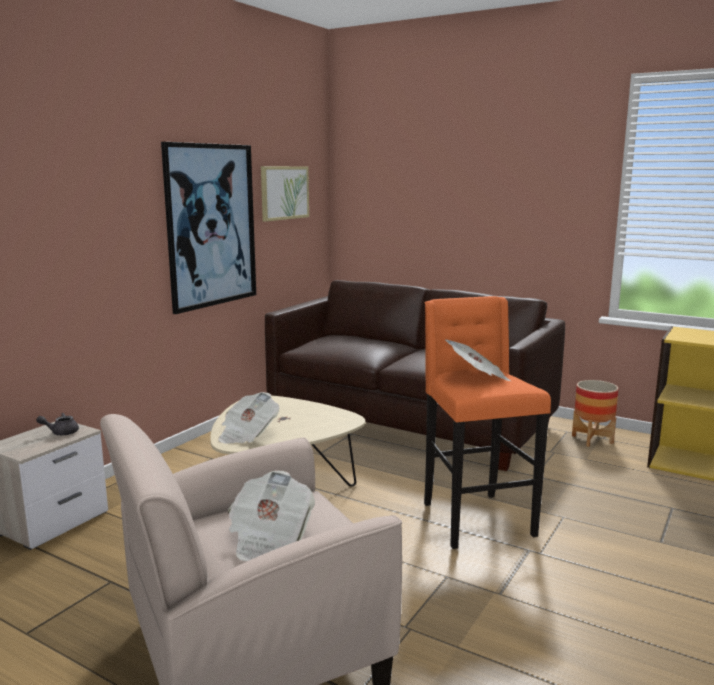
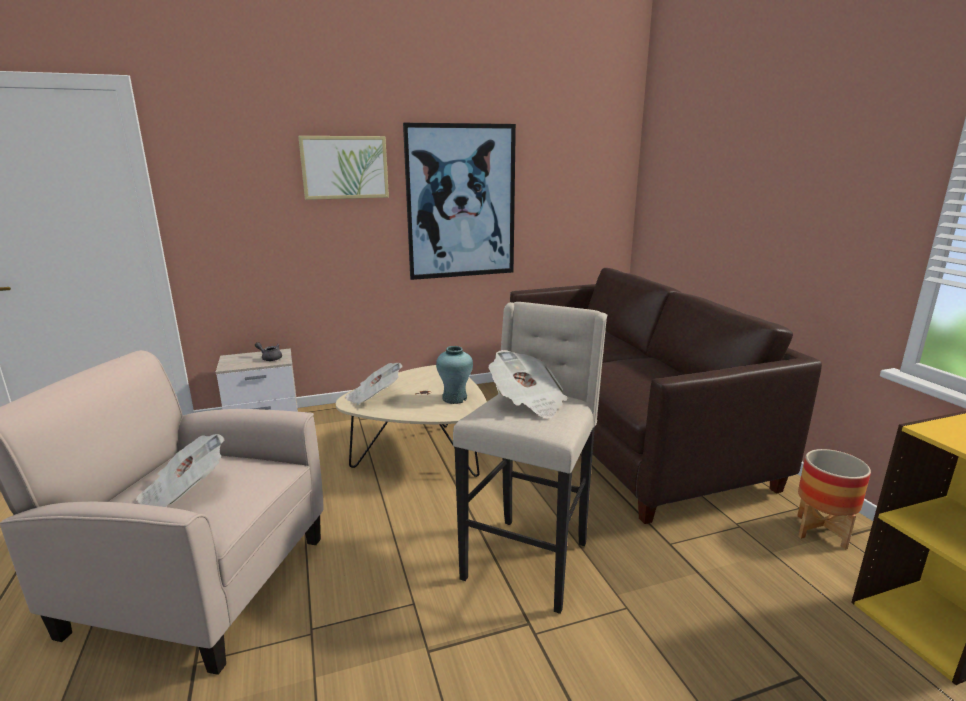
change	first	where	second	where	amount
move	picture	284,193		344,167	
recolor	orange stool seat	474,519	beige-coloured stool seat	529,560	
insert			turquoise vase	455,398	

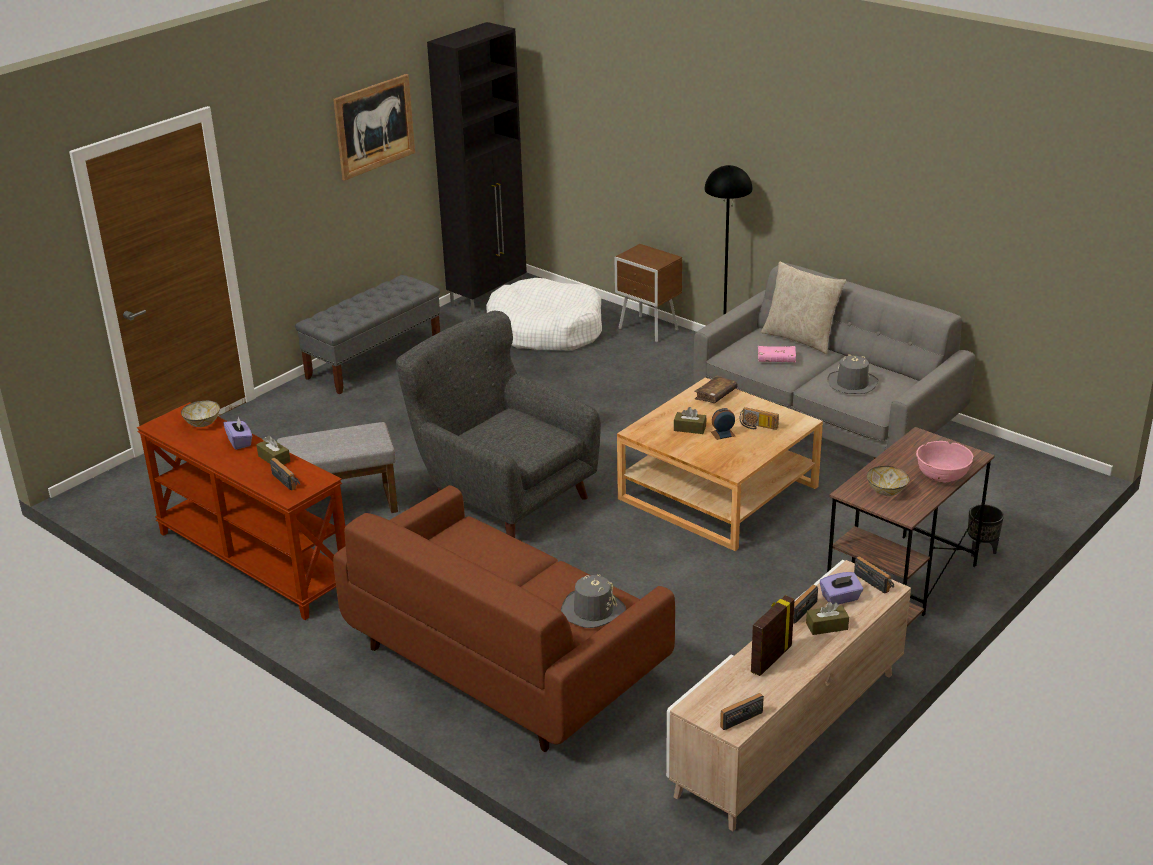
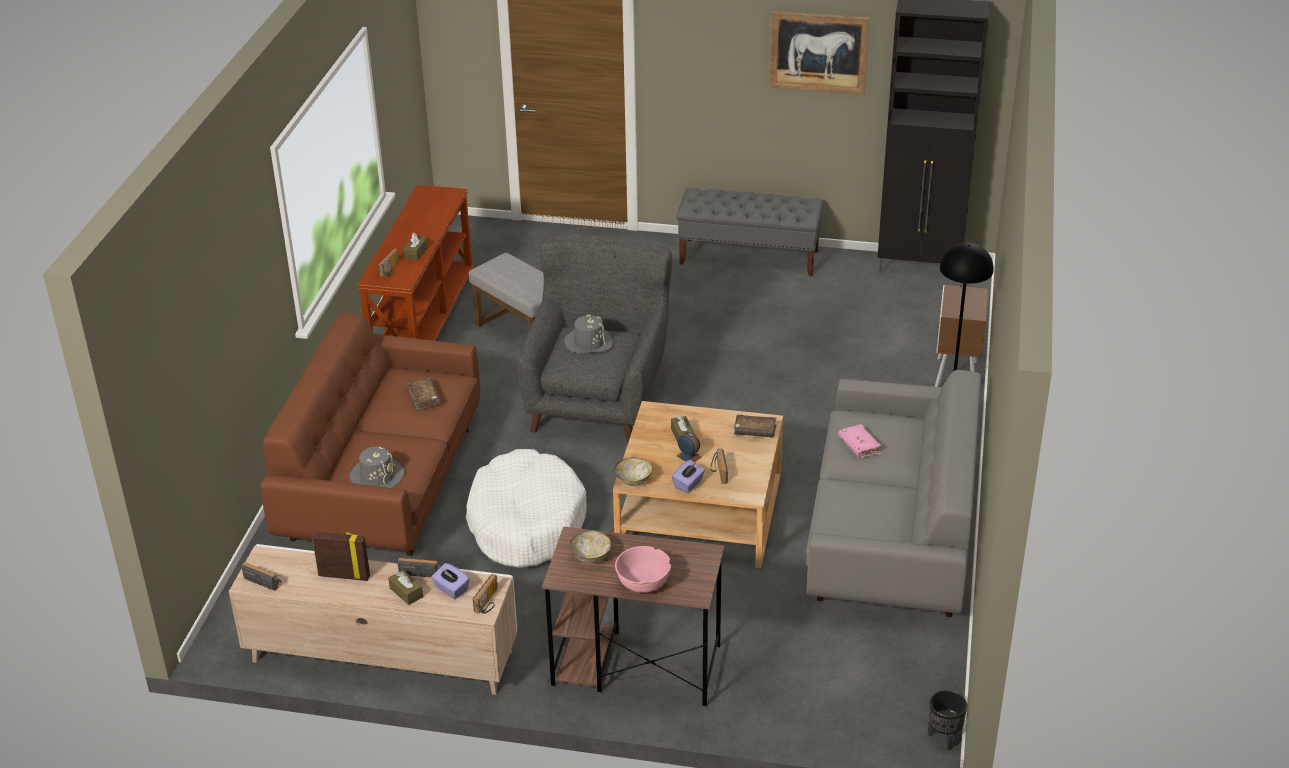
change	first	where	second	where	amount
move	serving bowl	202,423		633,480	
move	purple-coloured box of tissues	240,442		688,484	
move	white dog bed	545,330		526,523	
delete	beige-coloured throw pillow	800,339			
move	gray clothing hat	852,384		588,342	
move	blackish planter	981,551		944,738	
insert			brownish bound book	424,398	

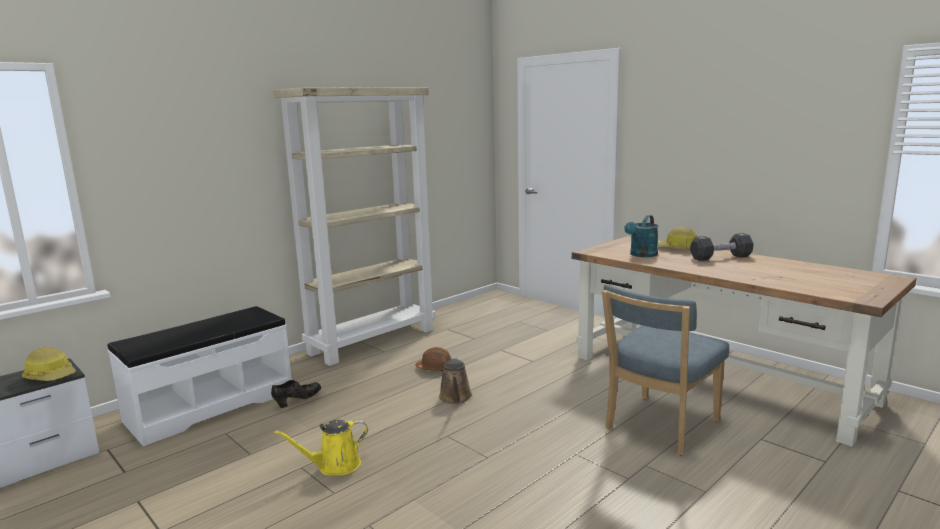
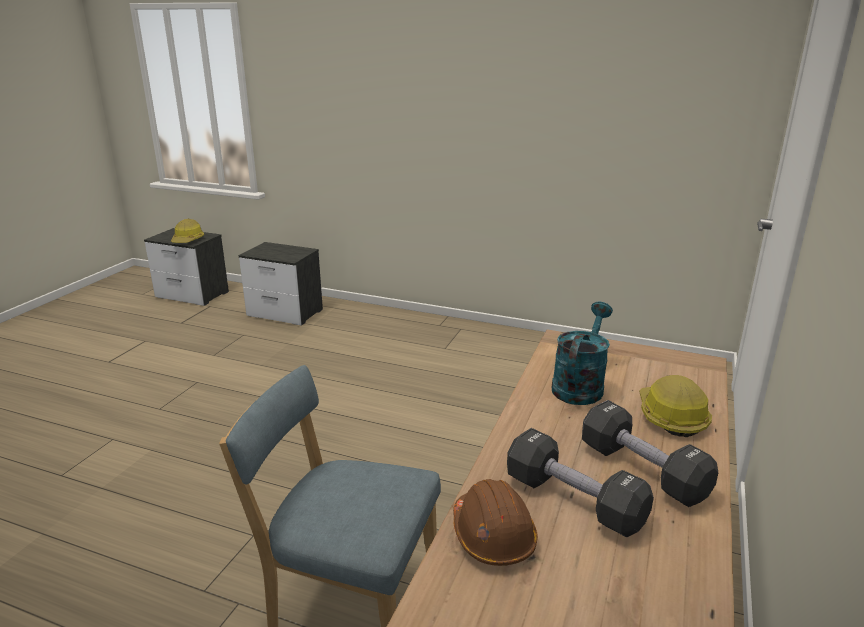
change	first	where	second	where	amount
replace	white indoor bench	210,406	bedside table	286,313	
delete	blackish item of footwear	298,401			
delete	beige-coloured bookcase	373,340			
delete	yellow watering can	334,466			
move	brownish hard hat	435,368		492,535	
delete	brownish watering can	455,398			
rotate	turquoise watering can	641,255		580,385	105 degrees clockwise
insert			blackish hand weight	574,501	

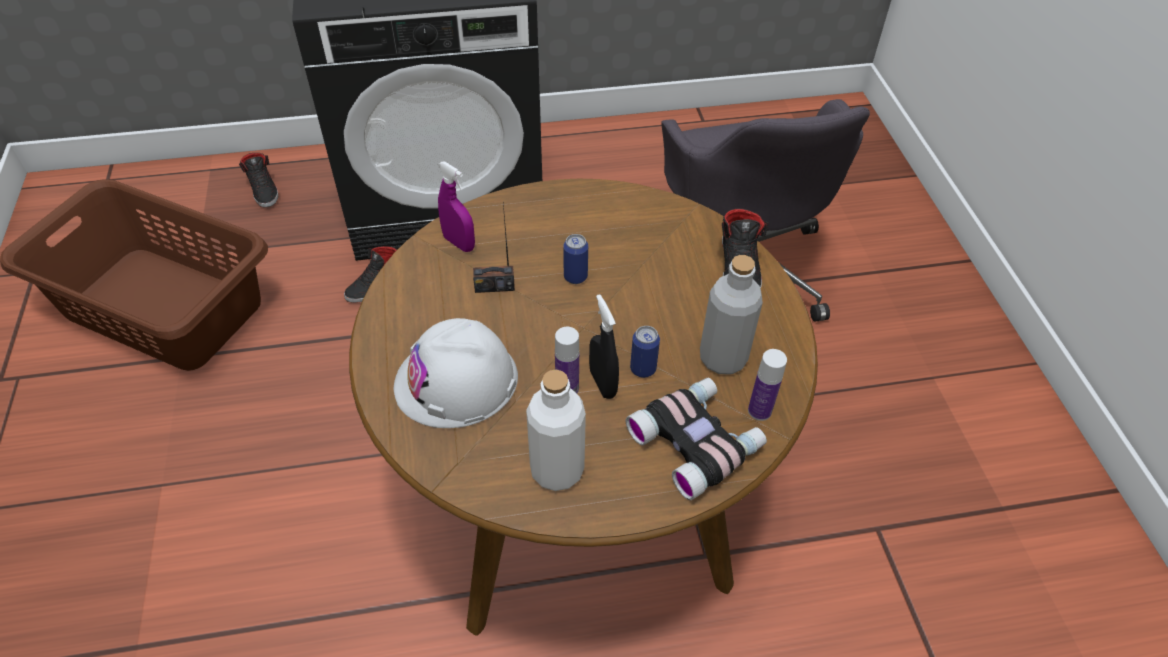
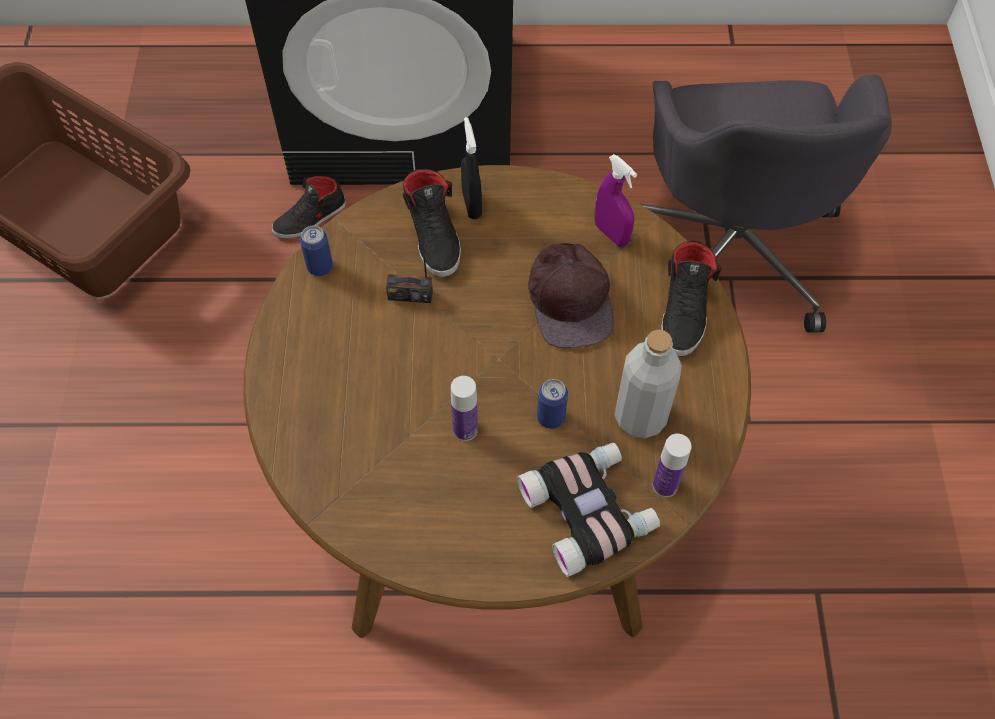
change	first	where	second	where	amount
move	blackish item of footwear	264,189		434,235	
delete	white hard hat	457,381			
move	purple-coloured spray bottle	459,243		611,234	
delete	white beverage bottle	557,470			
move	can	575,277		320,267	
move	blackish spray bottle	602,383		471,204	
insert			brownish baseball cap	570,298	

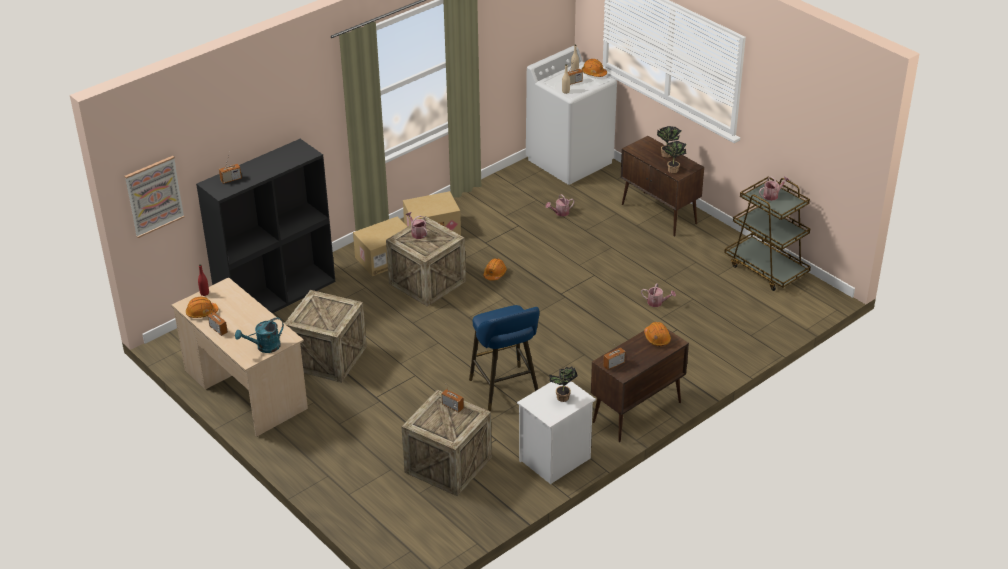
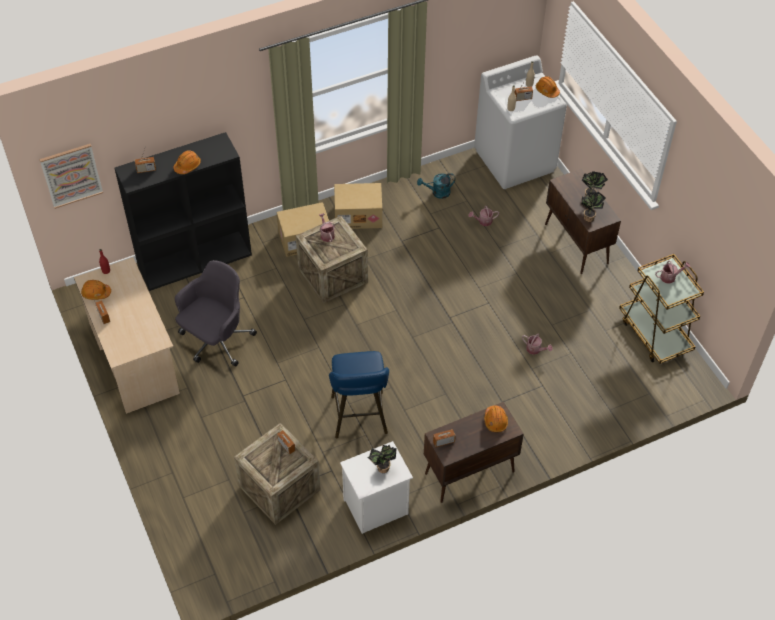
change	first	where	second	where	amount
move	turquoise watering can	264,347		437,193	
replace	shipping crate	328,358	gray desk chair	216,341	
move	orange hard hat	495,274		187,166	

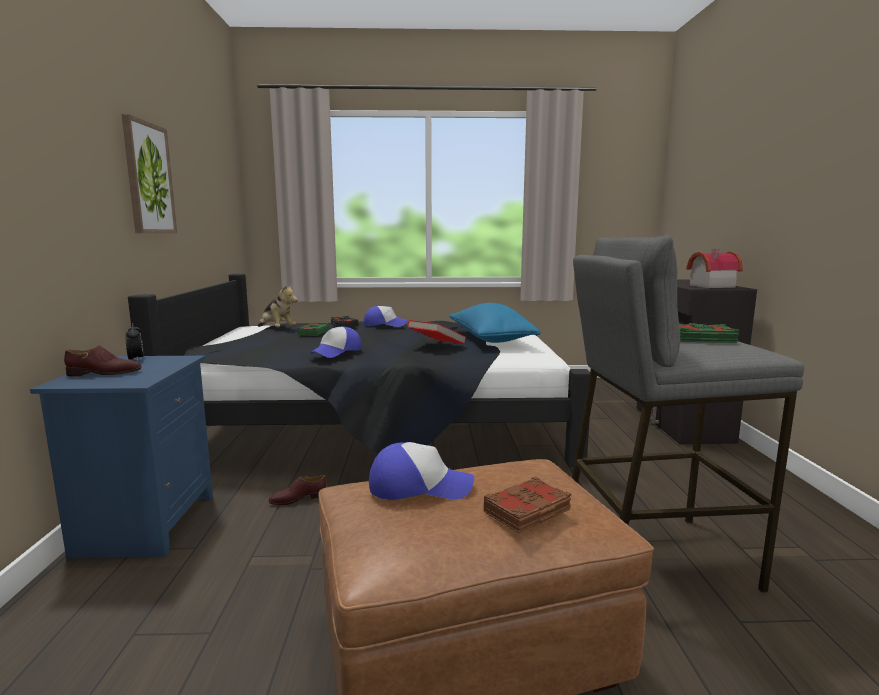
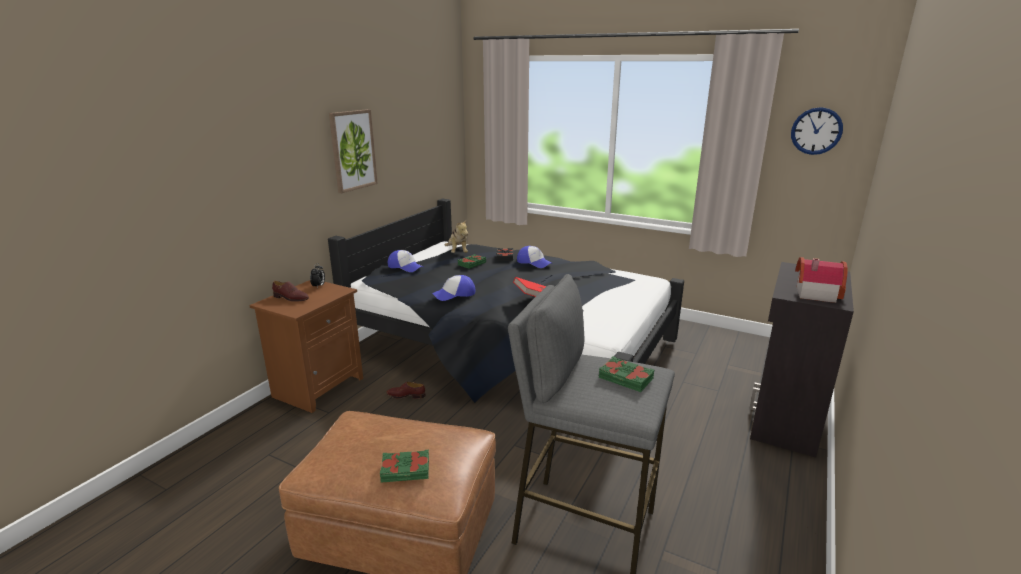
change	first	where	second	where	amount
recolor	bluish bedside table	145,523	brownish bedside table	318,386	
move	baseball cap	419,487		405,267	
delete	bluish throw pillow	490,340			
recolor	brownish bound book	528,511	green bound book	405,470	
insert			wall clock	816,131	

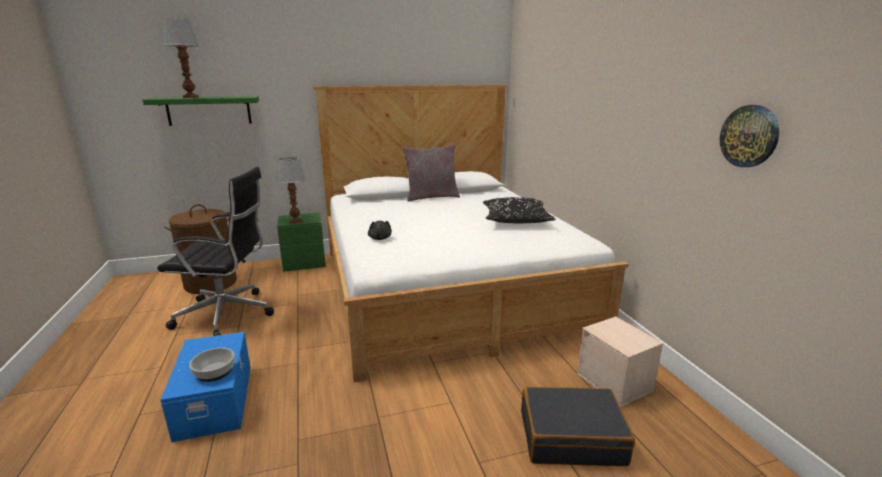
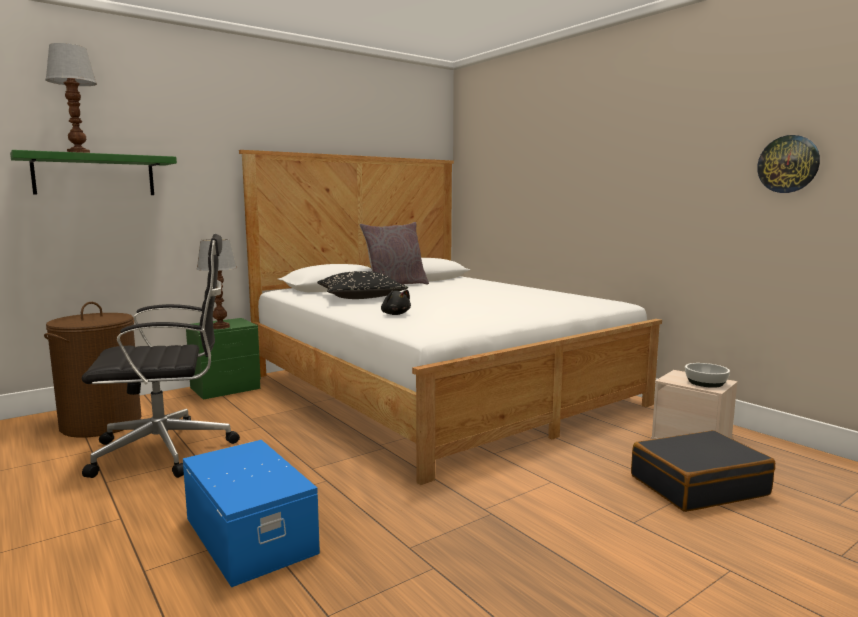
change	first	where	second	where	amount
move	serving bowl	215,371		705,382	
move	blackish throw pillow	515,220		360,297	

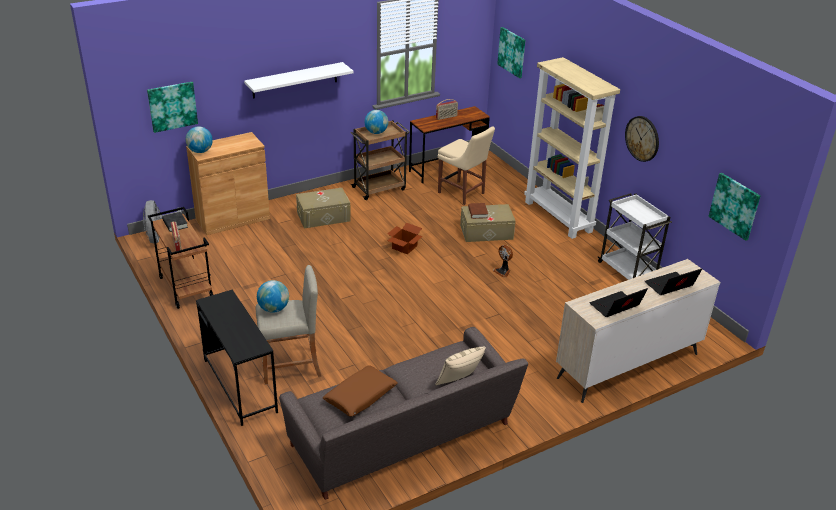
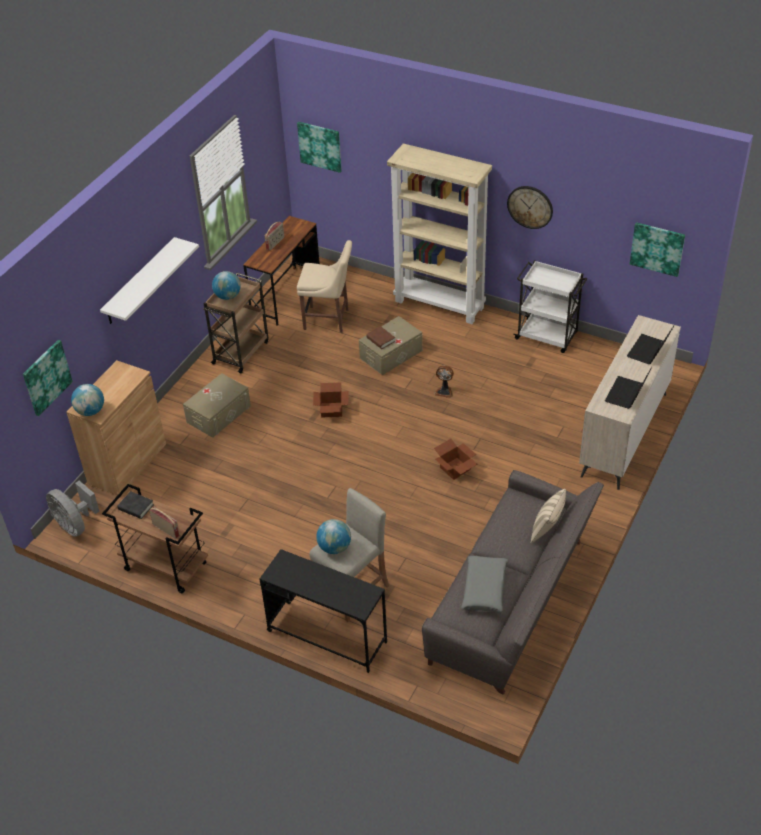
change	first	where	second	where	amount
recolor	brownish throw pillow	360,396	gray throw pillow	485,588	
insert			packing box	455,469	

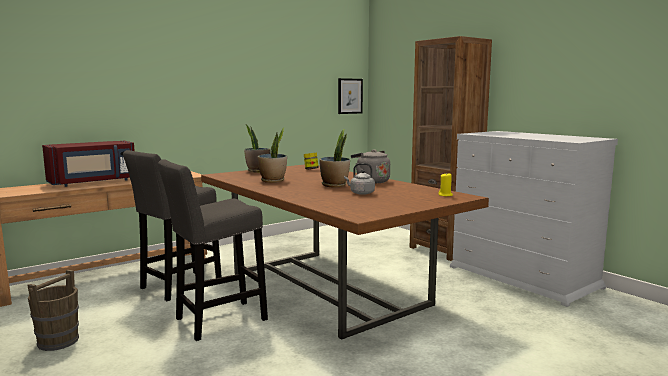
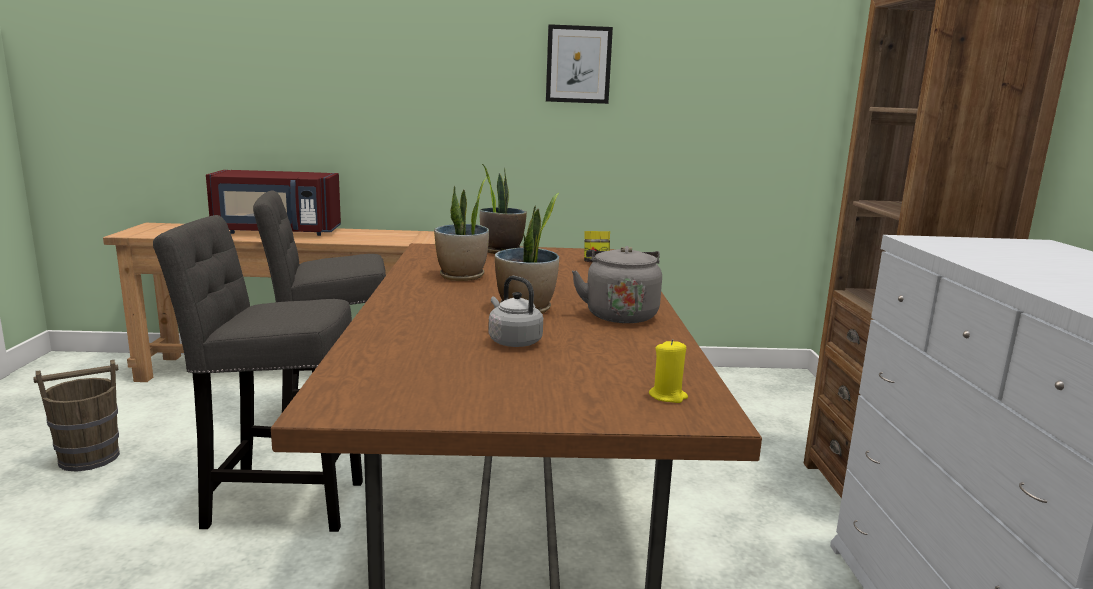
change	first	where	second	where	amount
move	picture	350,96		578,64	

